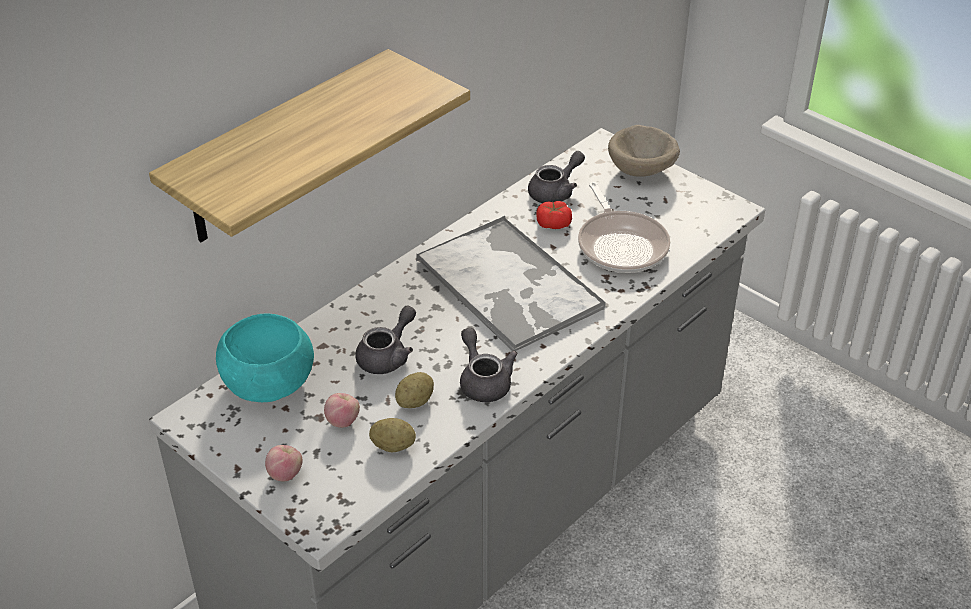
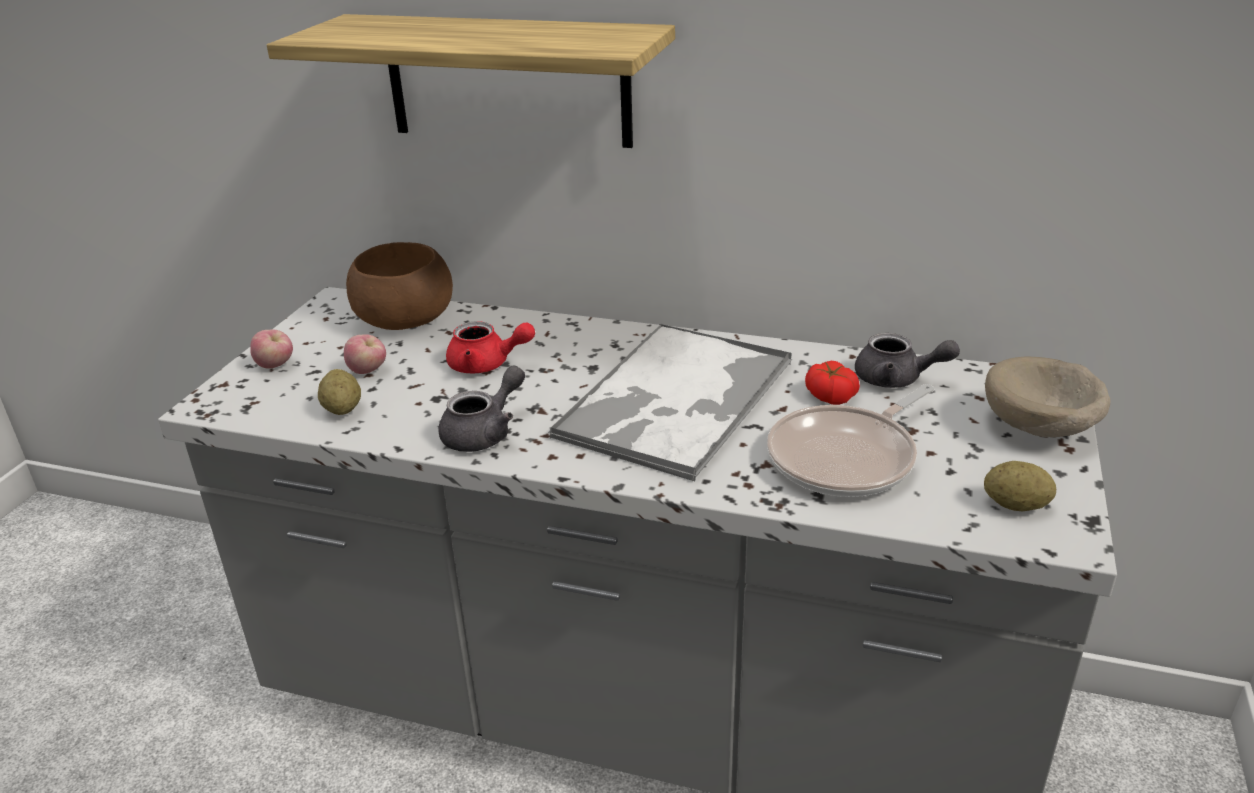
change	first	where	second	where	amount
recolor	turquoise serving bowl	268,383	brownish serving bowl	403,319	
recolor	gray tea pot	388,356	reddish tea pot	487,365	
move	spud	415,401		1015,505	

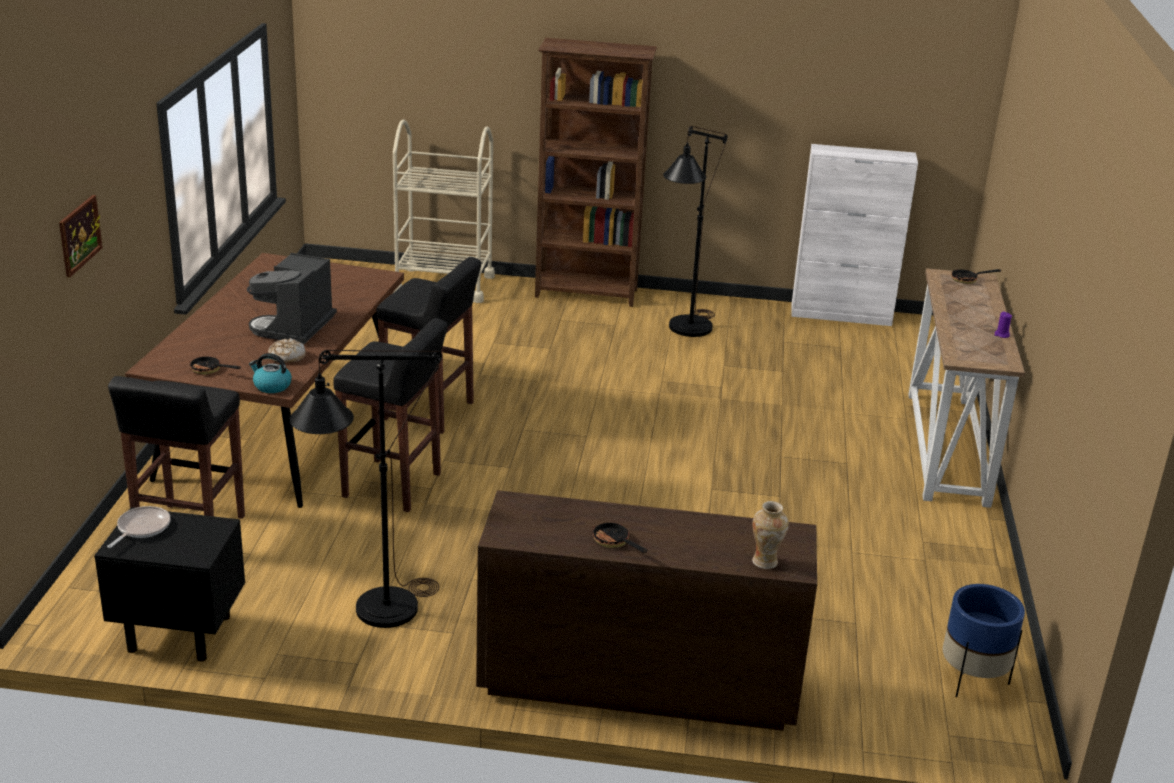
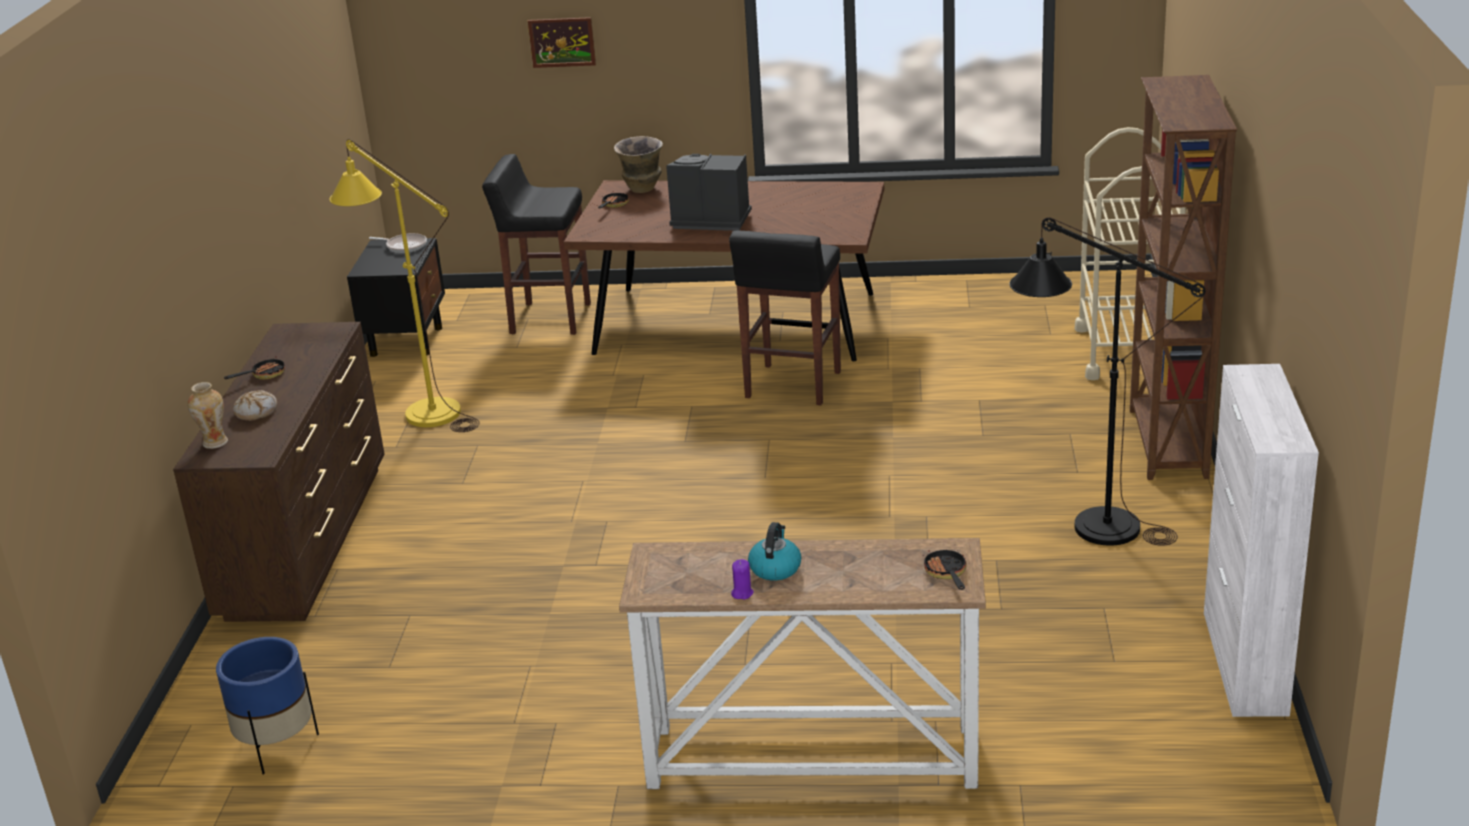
change	first	where	second	where	amount
move	kettle	271,386		775,568	
move	bakery bread	286,357		256,411	
recolor	blackish standard lamp	372,616	yellow standard lamp	422,409	
delete	blackish stool seat	393,486			
insert			vase	642,189	

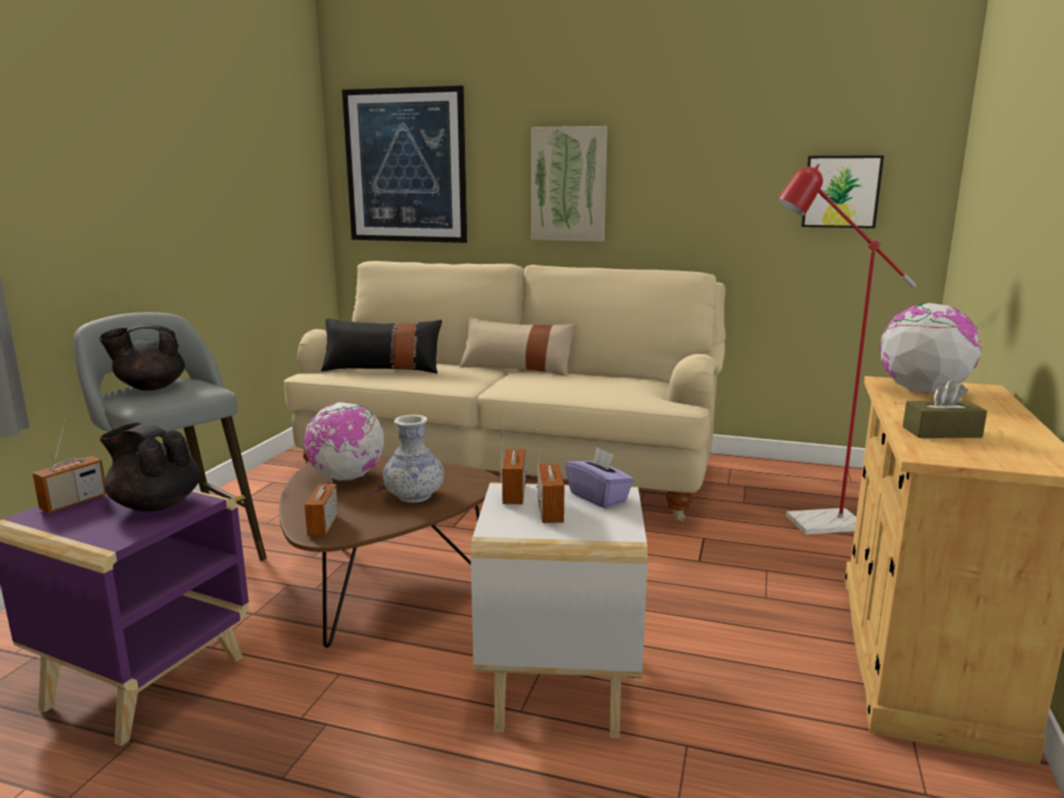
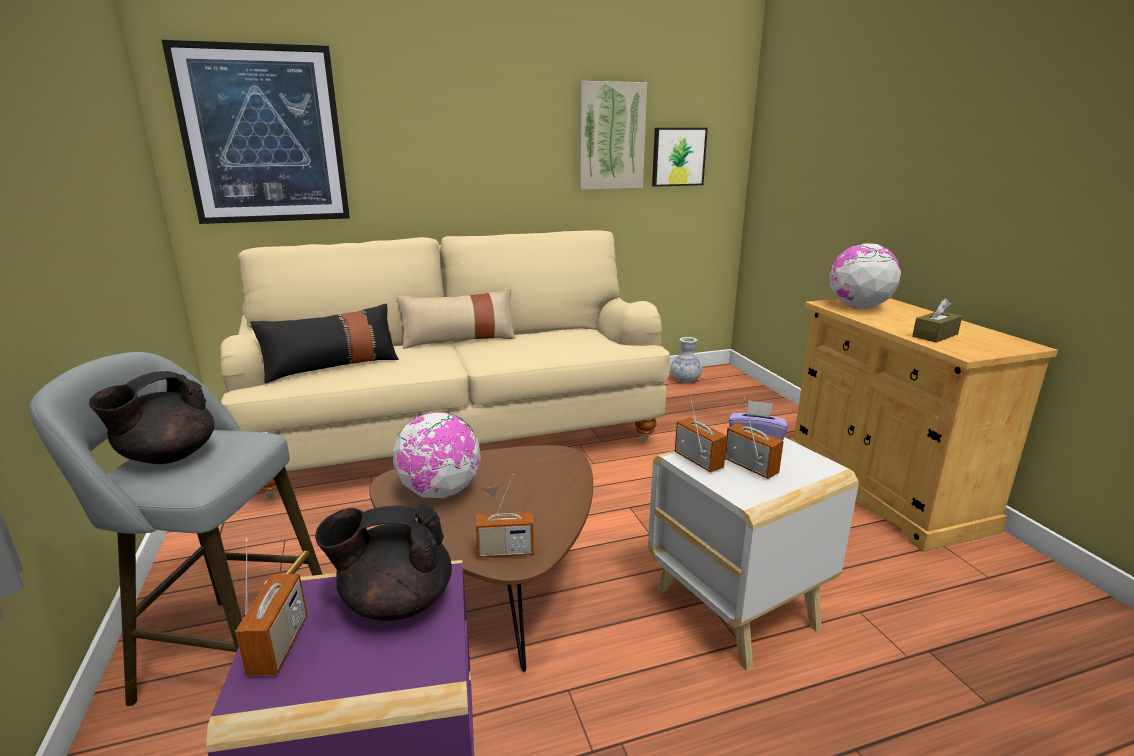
change	first	where	second	where	amount
rotate	radio receiver	323,526		505,551	60 degrees counterclockwise
move	vase	414,496		685,380	
move	picture	569,184		611,136	
delete	reddish standard lamp	812,524			

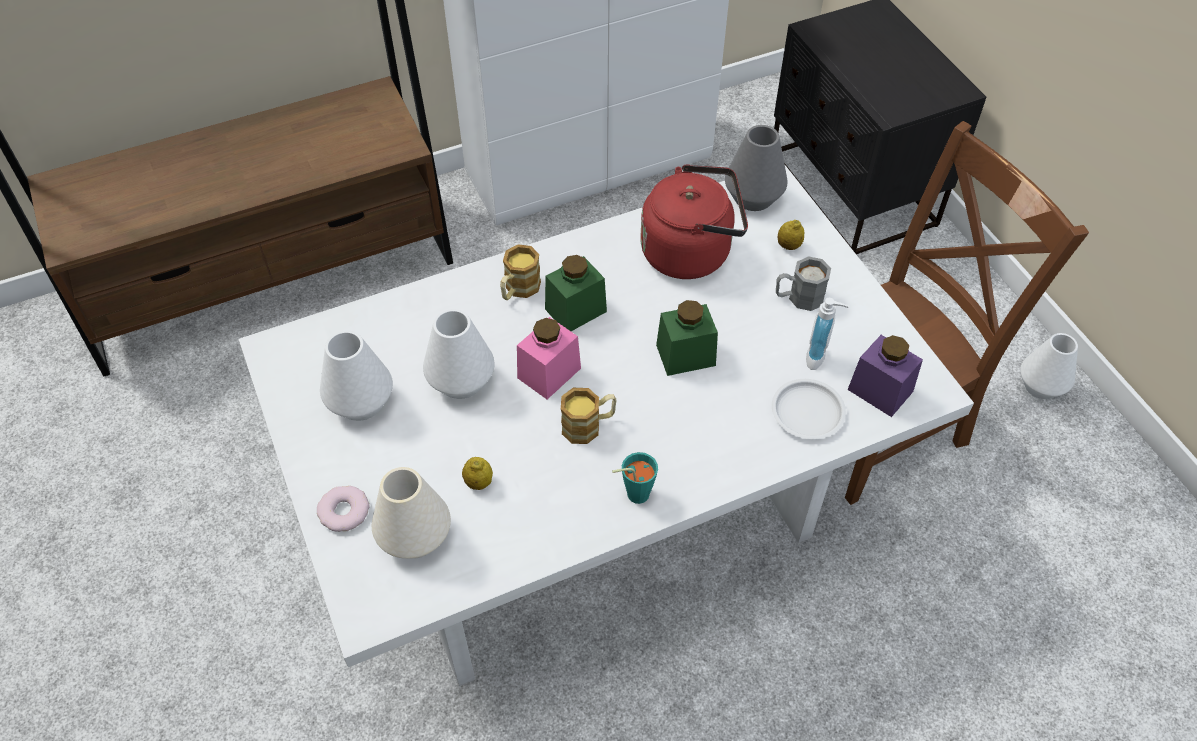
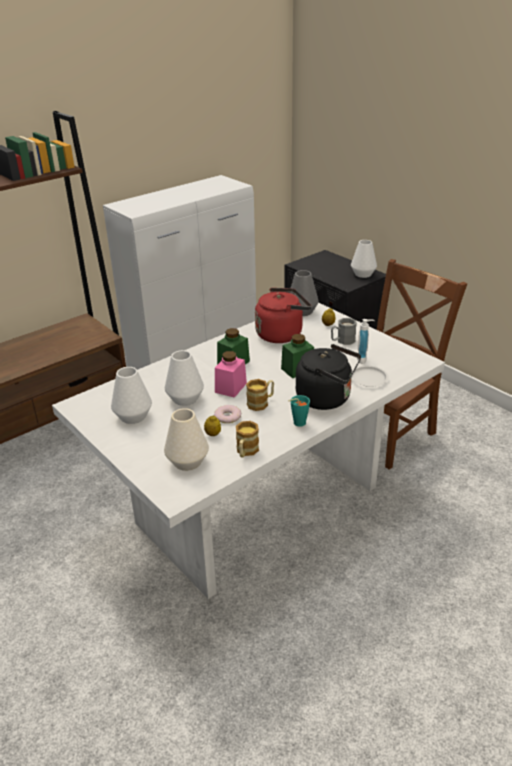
change	first	where	second	where	amount
move	doughnut	344,512		227,417	
move	mug	518,290		246,452	
delete	purple-coloured preserve jar	880,390			
move	white vase	1041,385		363,274	
insert			blackish kettle	327,399	

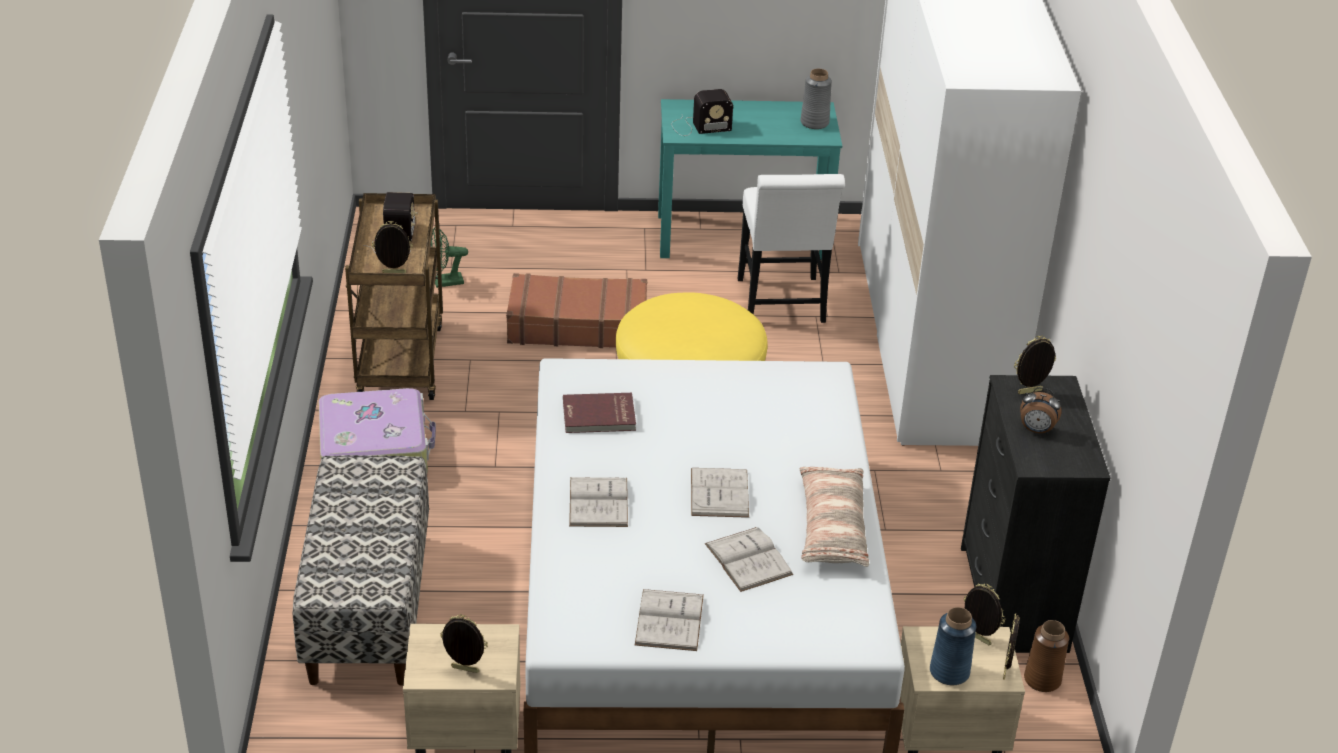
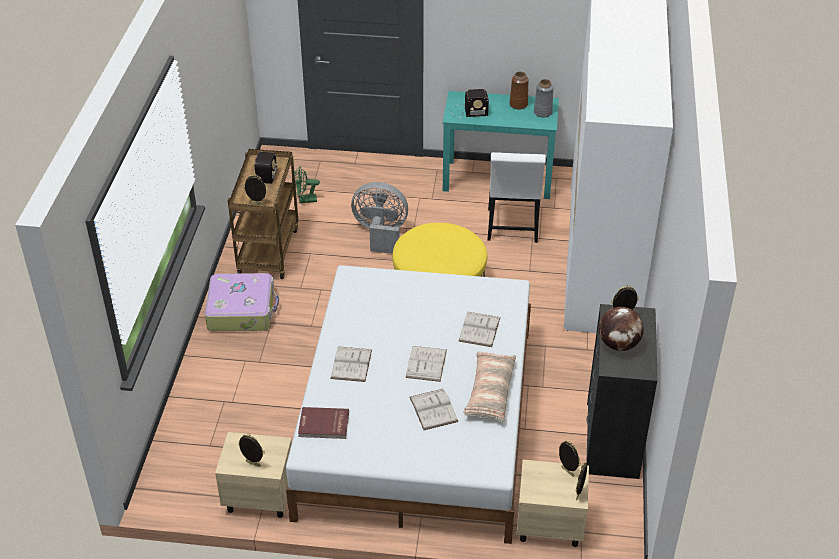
change	first	where	second	where	amount
delete	indoor bench	367,607			
replace	brownish travel case	577,325	gray electric fan	381,234	
move	reddish bound book	599,416		323,425	
move	white bound book	669,620		479,329	
delete	bluish vase	949,672			
replace	bedside clock	1036,430	world globe	619,344	
move	brownish vase	1042,679		518,104	

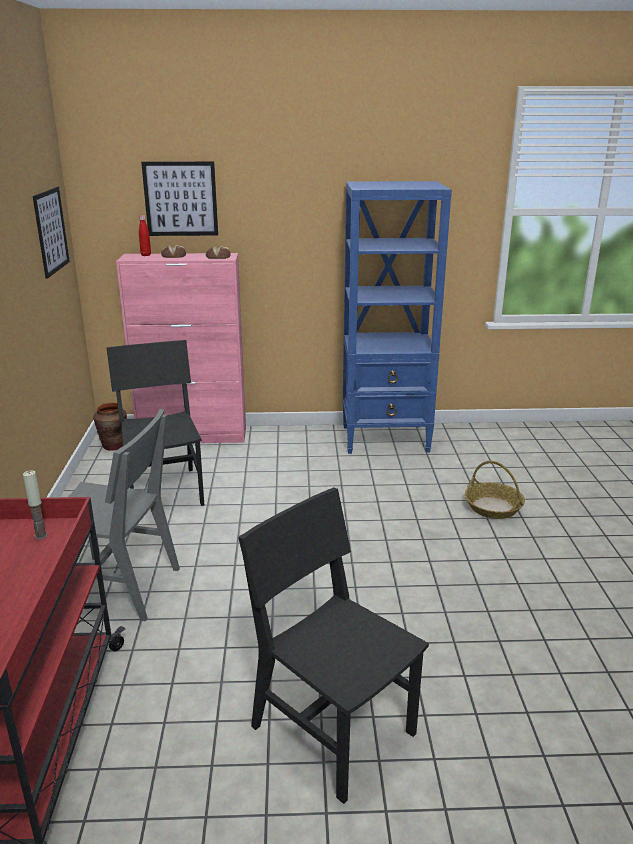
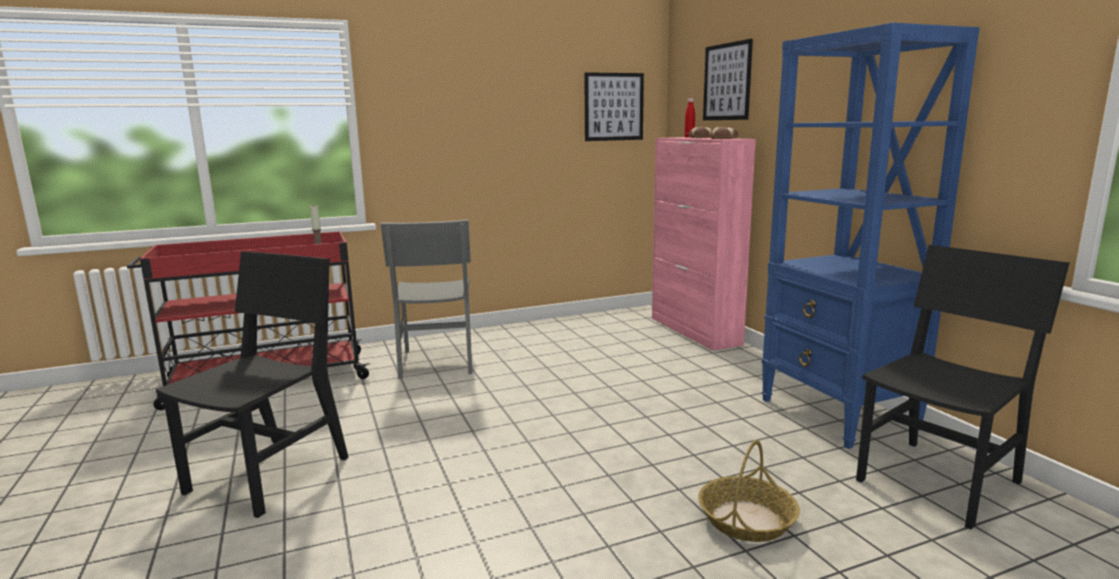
change	first	where	second	where	amount
delete	brownish vase	114,446			
move	blackish plain chair	164,491		938,481	

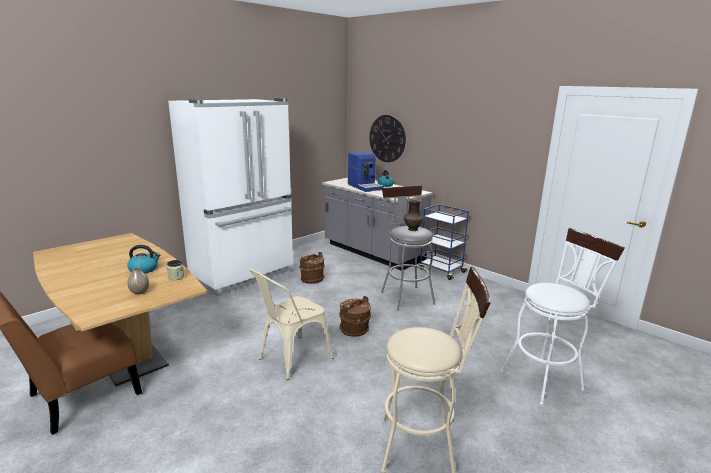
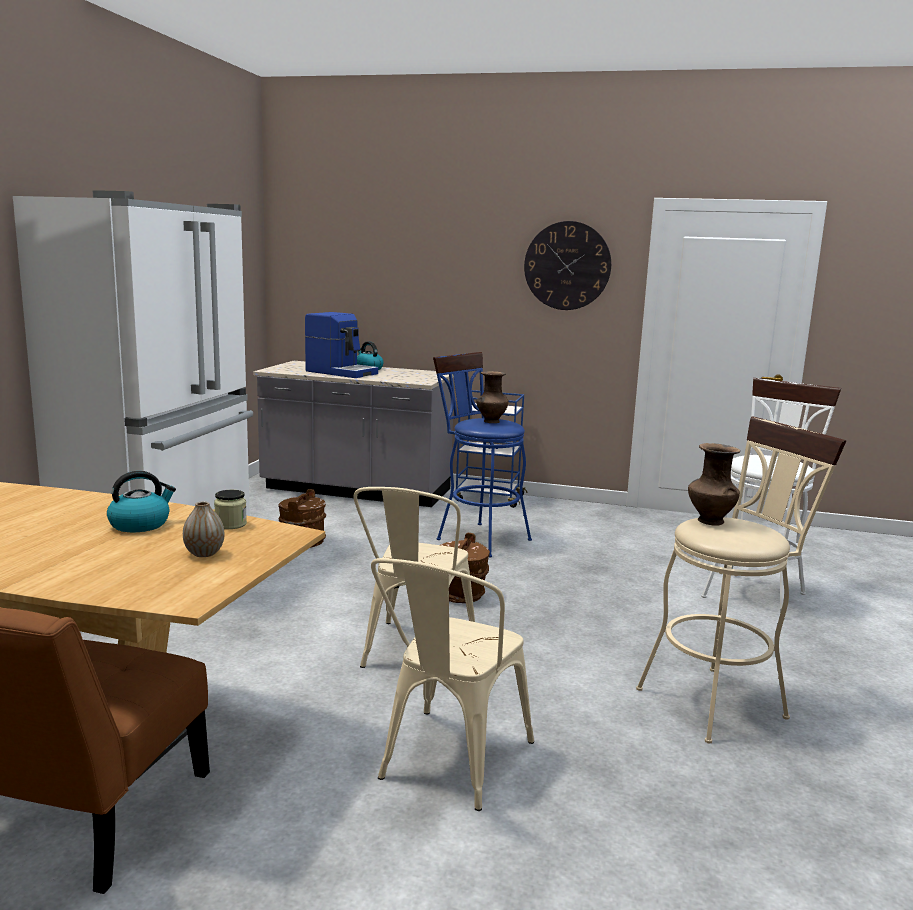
change	first	where	second	where	amount
move	wall clock	387,138		567,266	
recolor	gray stool seat	405,295	bluish stool seat	477,537	
insert			beige-coloured plain chair	448,765	
insert			brownish vase	709,521	

